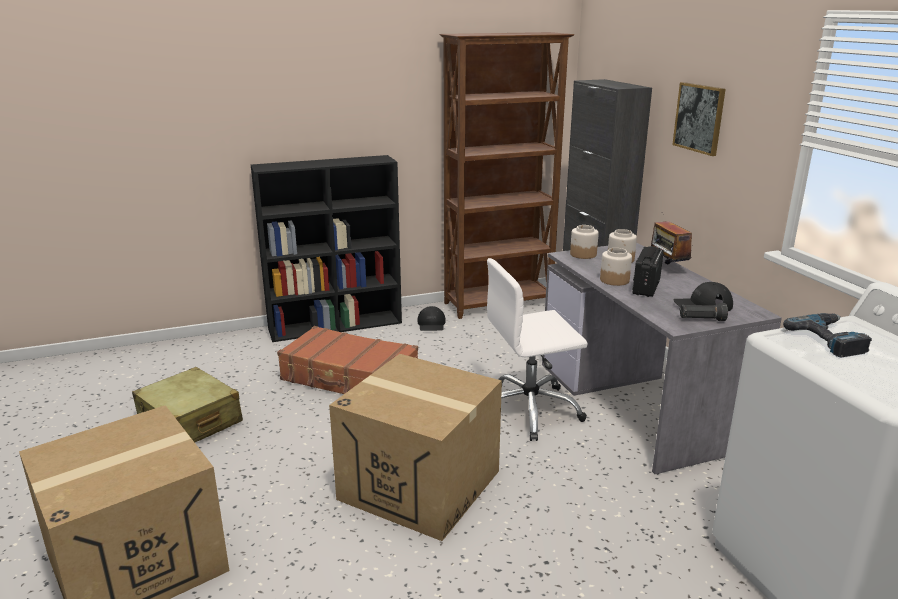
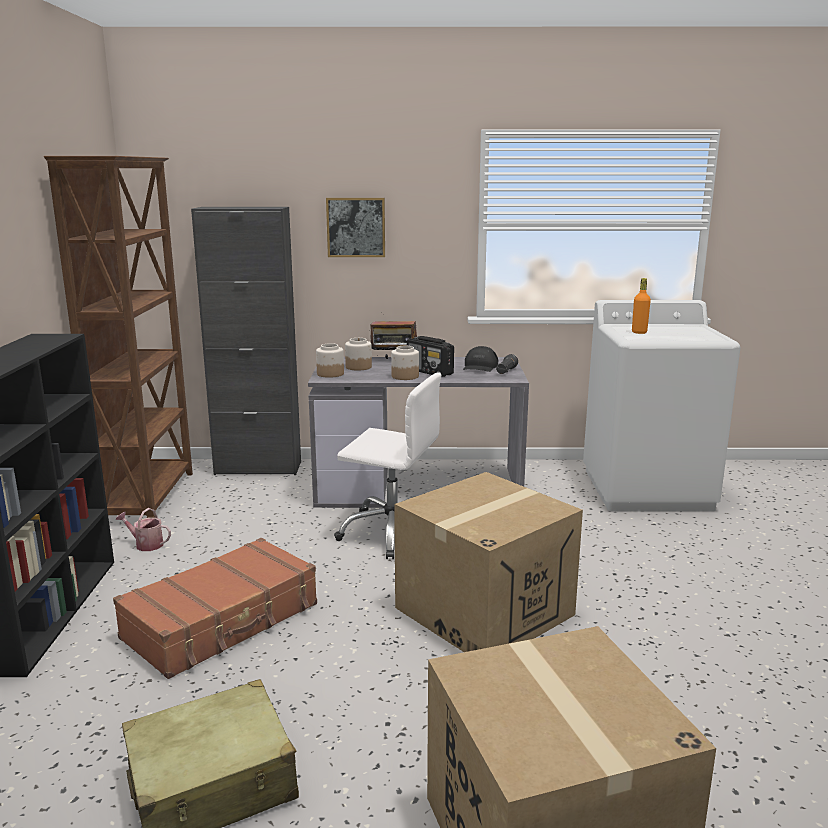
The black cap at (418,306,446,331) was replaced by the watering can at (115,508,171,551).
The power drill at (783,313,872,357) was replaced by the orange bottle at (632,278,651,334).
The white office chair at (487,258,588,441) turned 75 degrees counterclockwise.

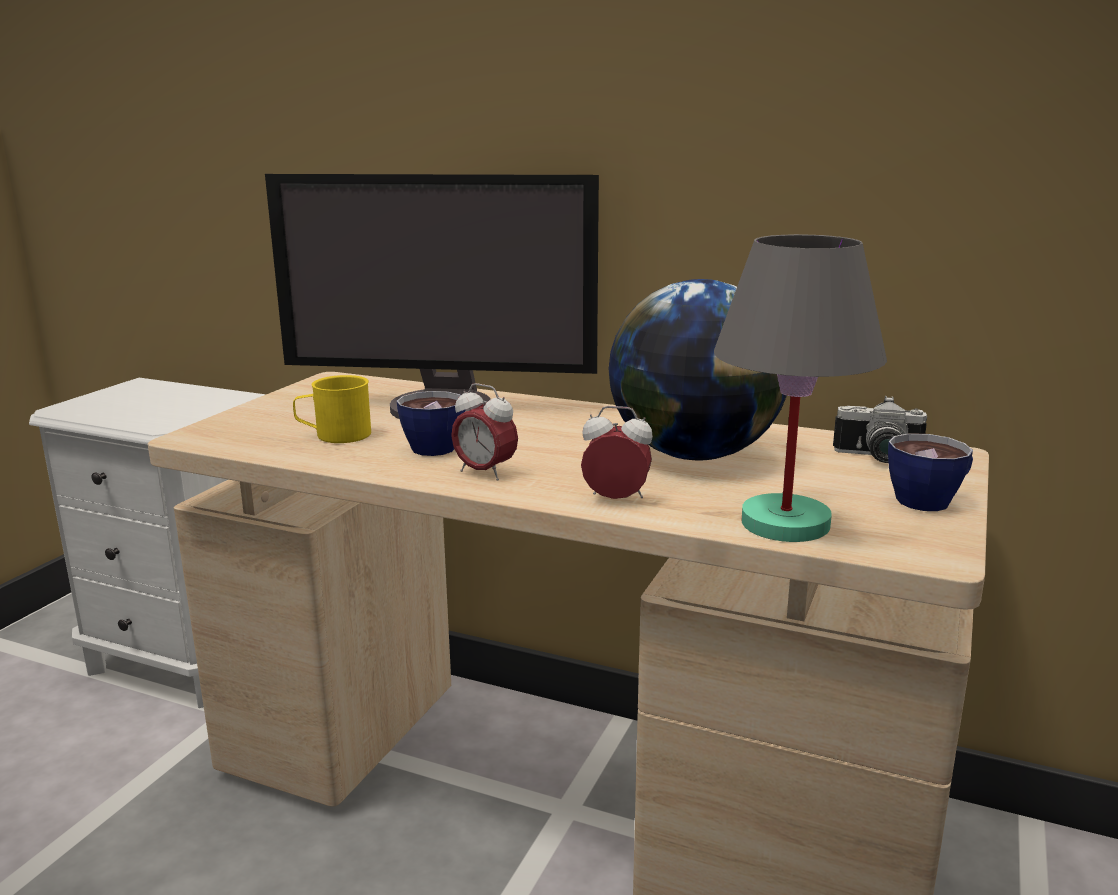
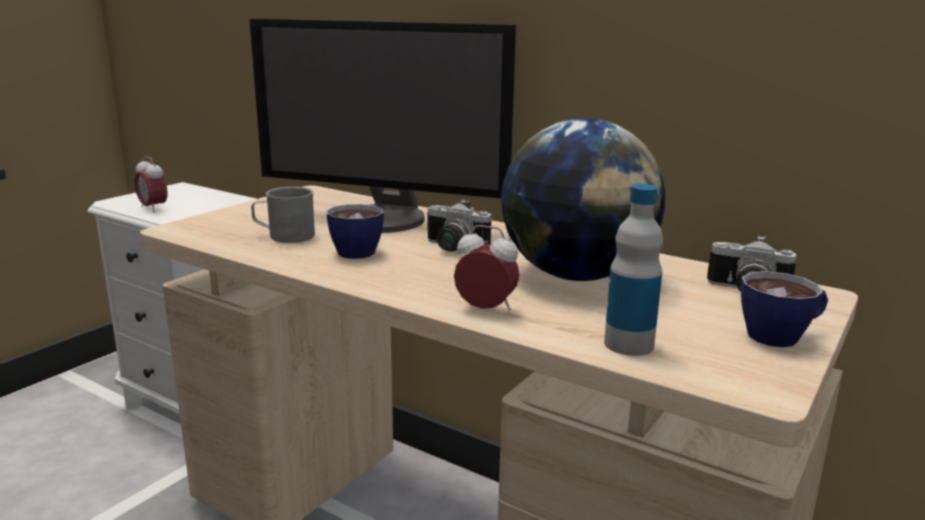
The photo camera at (427,199,492,252) appeared.
The alarm clock moved from (451,383,518,481) to (134,156,168,212).
The grey table lamp at (714,234,887,542) was replaced by the bottle at (604,184,663,356).
The yellow mug at (293,375,371,443) became the grey mug at (251,187,315,243).

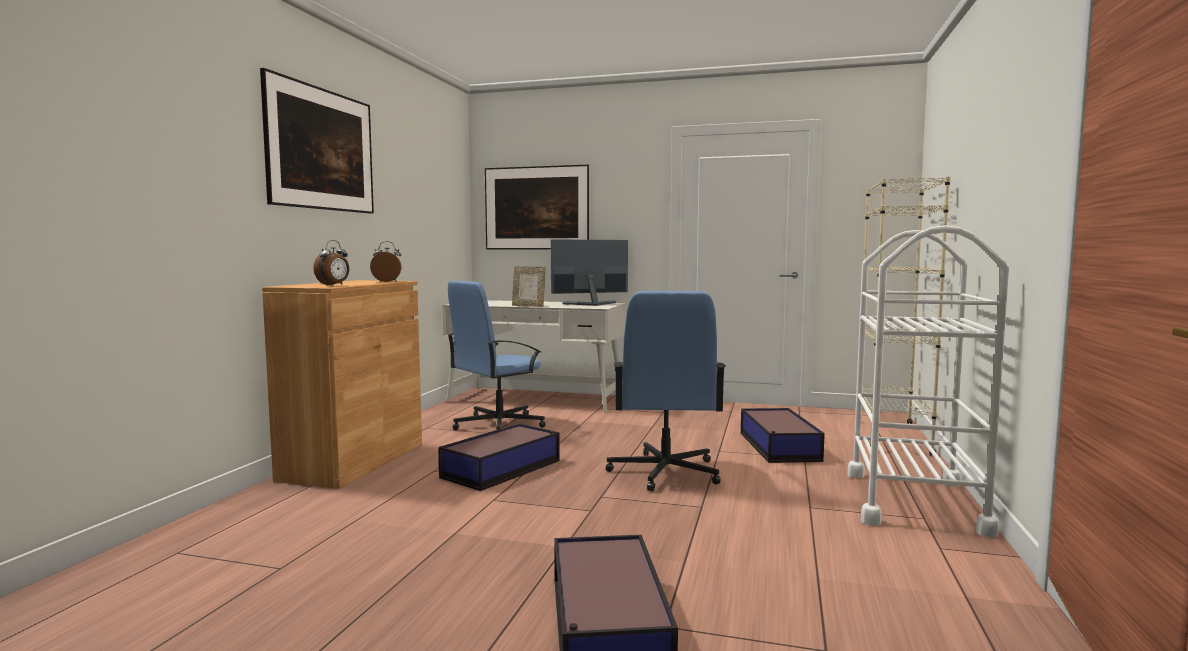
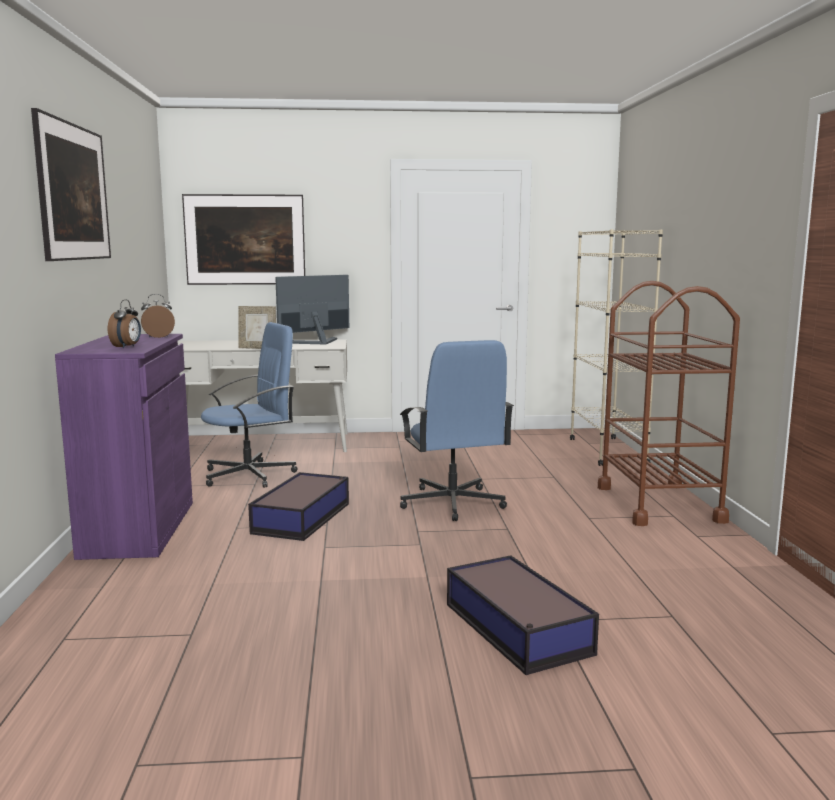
The storage box at (741,408,825,463) disappeared.
The brown cabinet at (262,280,422,489) became the purple cabinet at (55,334,193,560).
The white cart at (847,225,1009,537) became the brown cart at (598,281,740,526).
The blue office chair at (448,281,546,430) turned 150 degrees counterclockwise.

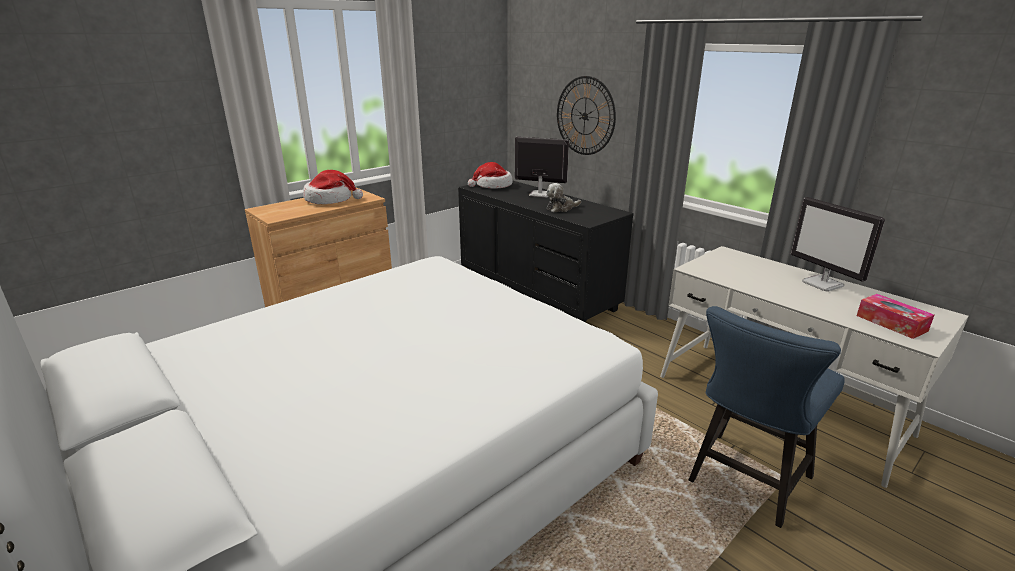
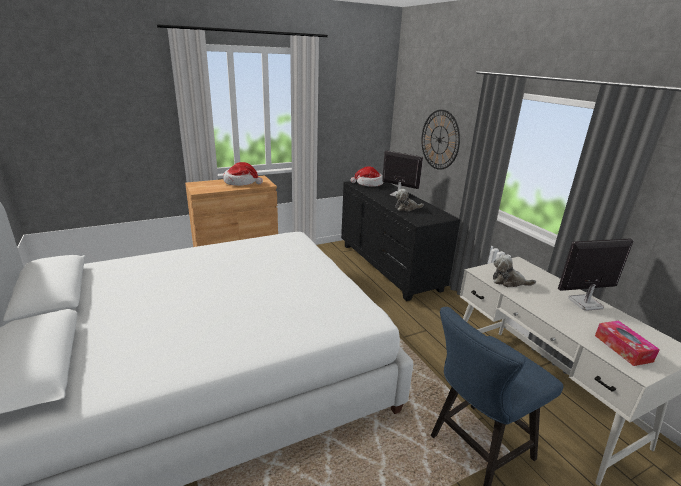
The plush toy at (493,254,536,287) appeared.
The monitor at (791,197,885,292) turned 90 degrees clockwise.

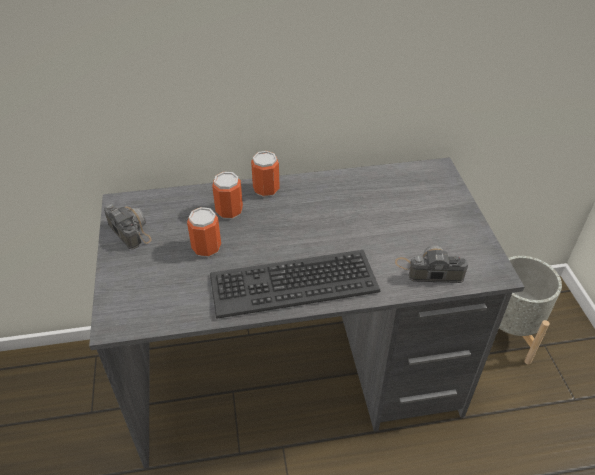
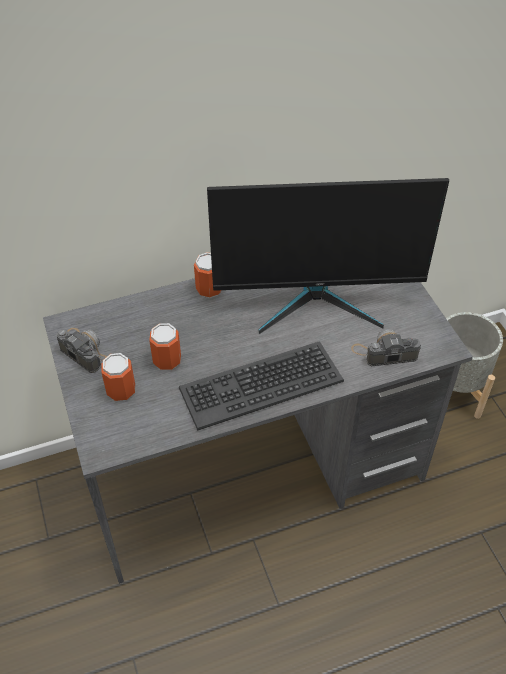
The monitor at (207,178,449,334) appeared.
The can moved from (212,172,243,219) to (101,353,135,401).

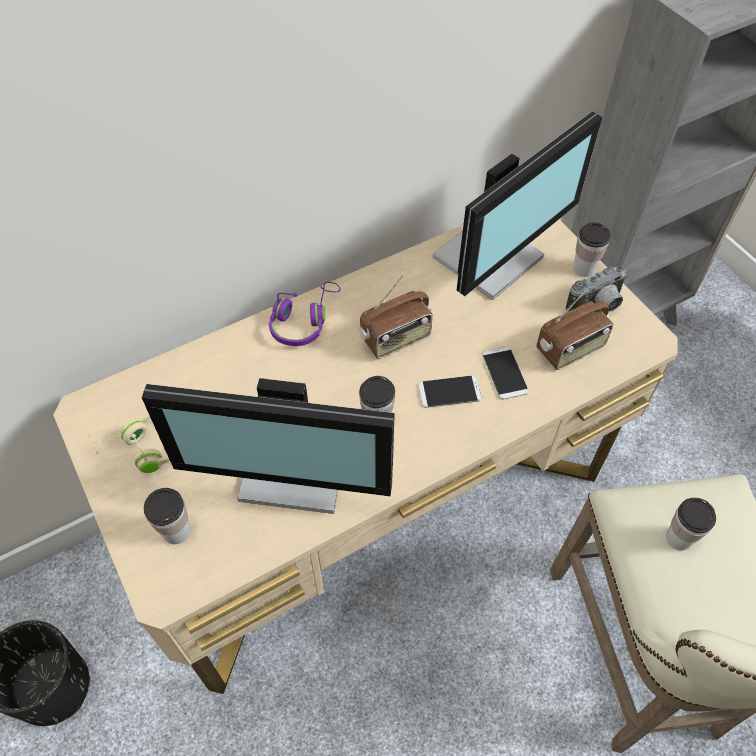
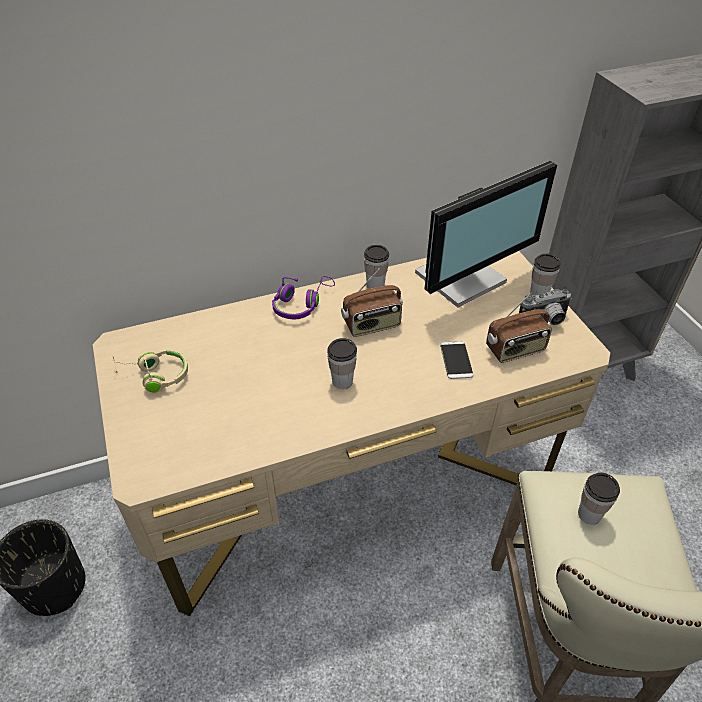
The monitor at (142,378,395,514) disappeared.
The phone at (418,375,482,408) disappeared.
The cup moved from (144,488,190,544) to (364,245,389,289).

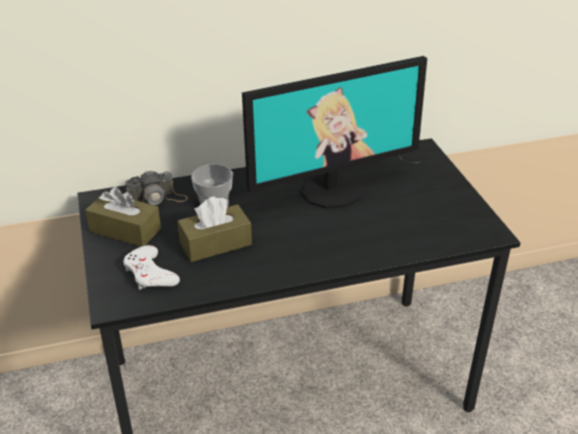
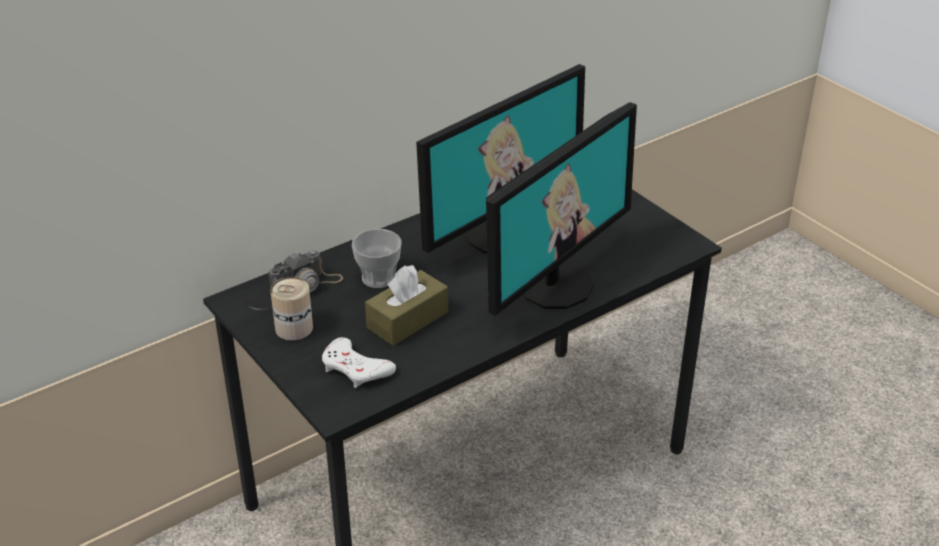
The monitor at (486,102,637,316) appeared.
The brown tissue box at (85,187,161,247) was replaced by the can at (270,277,313,341).

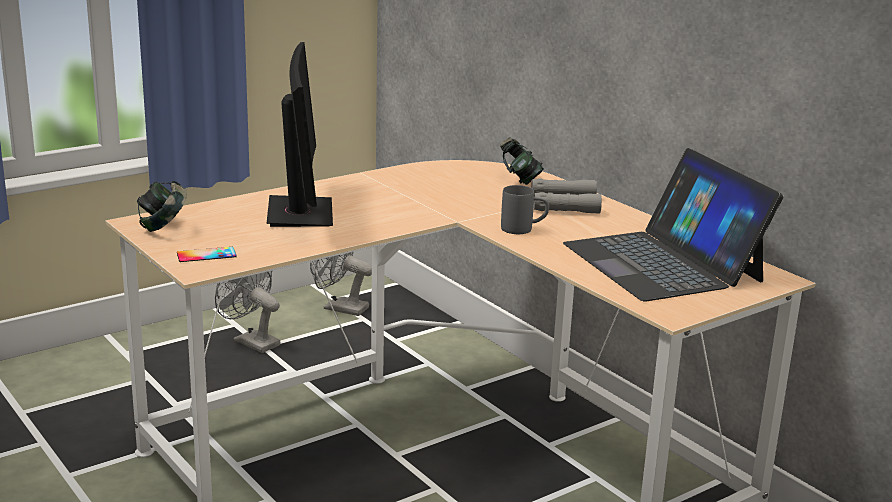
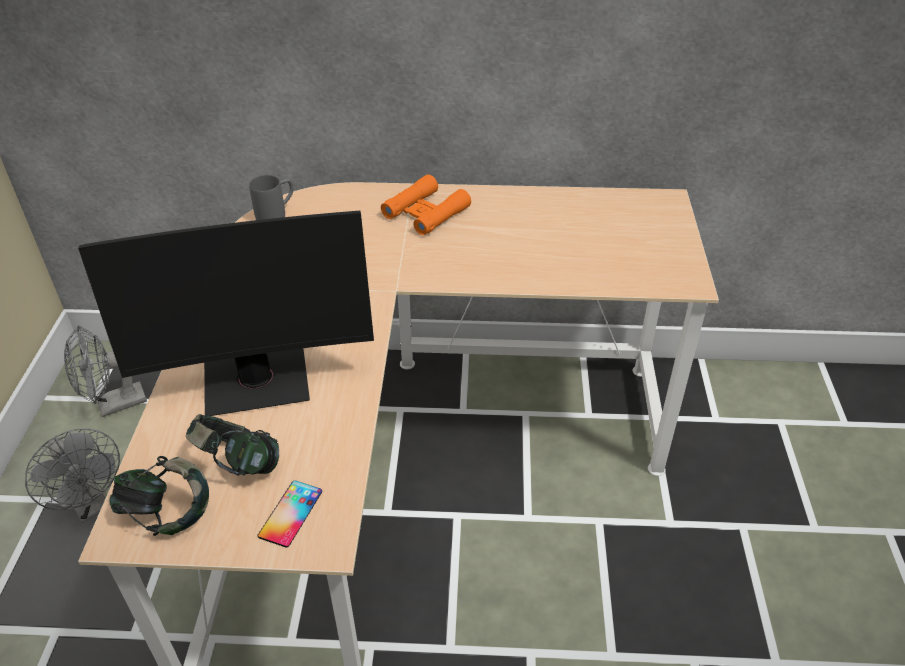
The laptop at (563,148,784,302) disappeared.
The headphones moved from (500,137,544,185) to (186,414,279,476).
The grey mug moved from (501,185,549,234) to (249,175,294,220).
The grey binoculars at (531,178,602,214) became the orange binoculars at (381,174,471,235).
The grey fan at (215,271,280,353) turned 120 degrees counterclockwise.
The monitor at (267,42,333,227) turned 135 degrees clockwise.

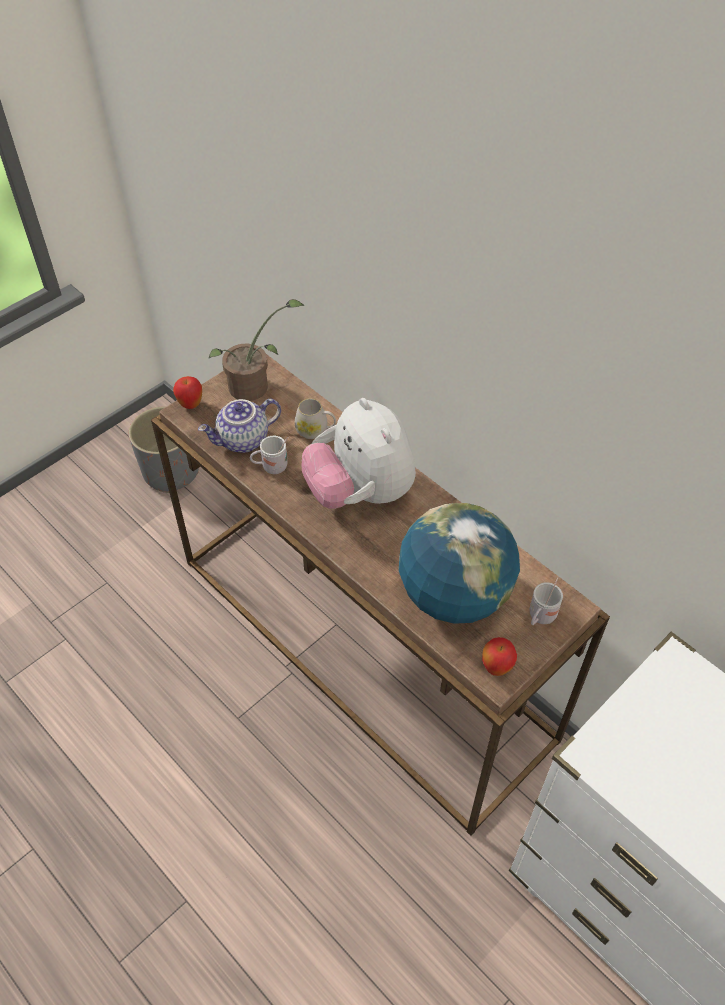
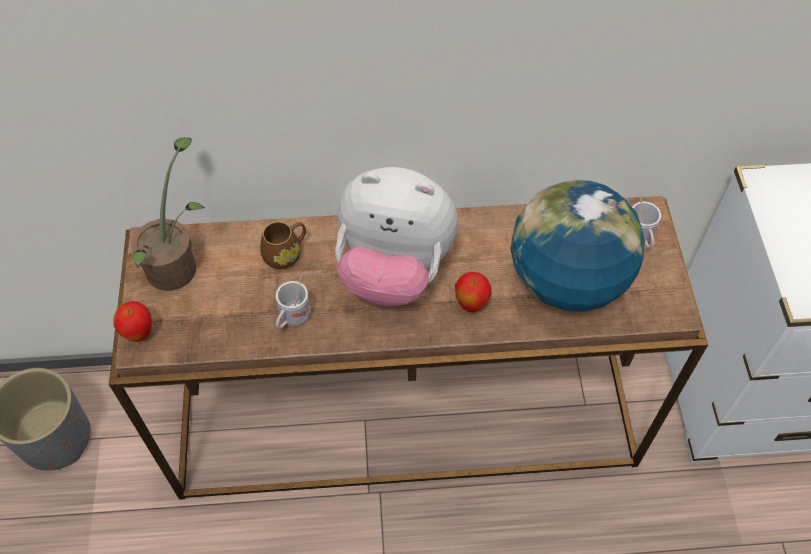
The teapot at (198,399,281,453) disappeared.
The apple moved from (482,637,517,676) to (455,272,492,312).
The white mug at (295,399,336,439) became the brown mug at (260,222,306,269).

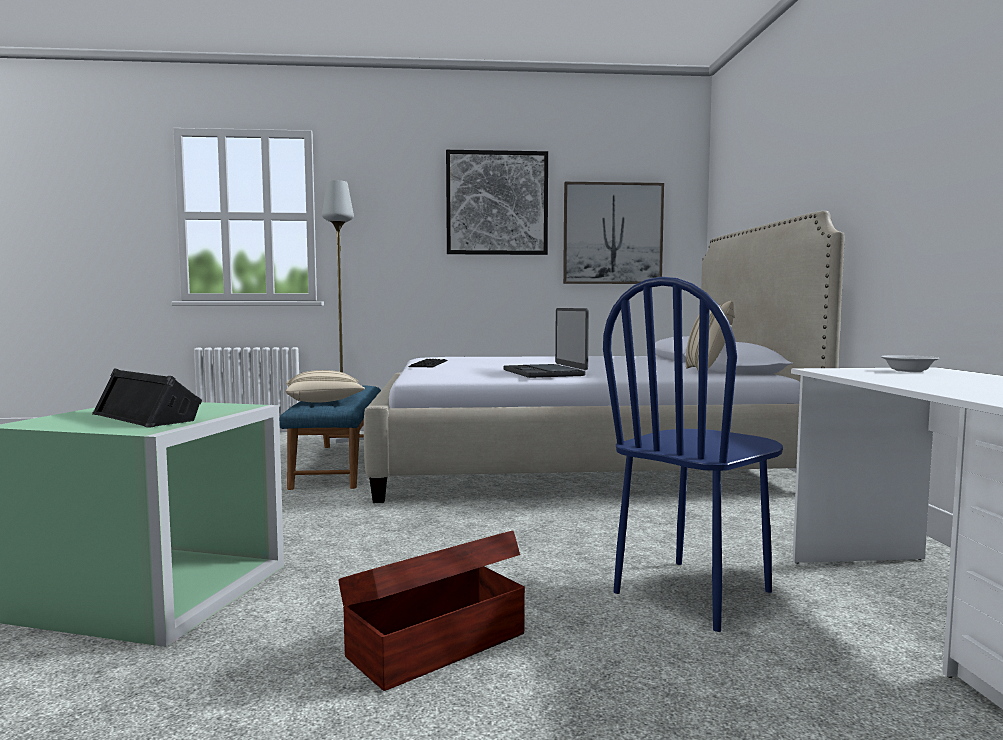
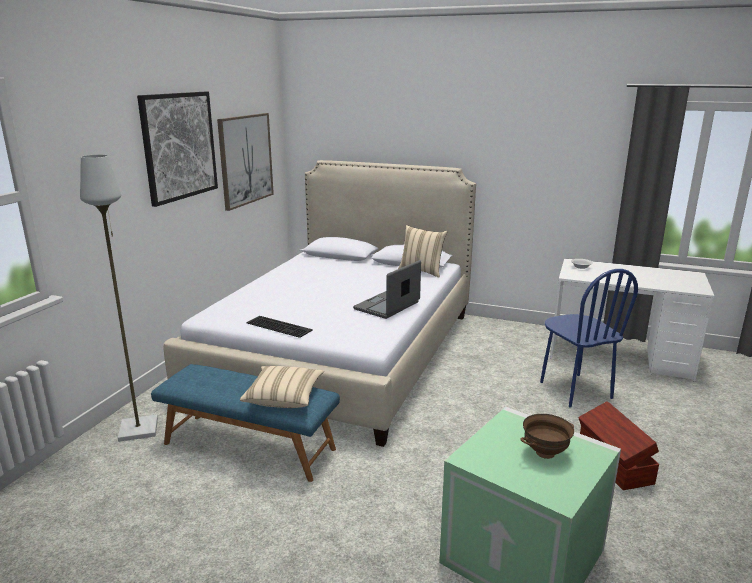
The black speaker at (92,369,202,428) was replaced by the brown bowl at (520,414,574,459).
The laptop at (503,308,589,378) turned 120 degrees clockwise.

